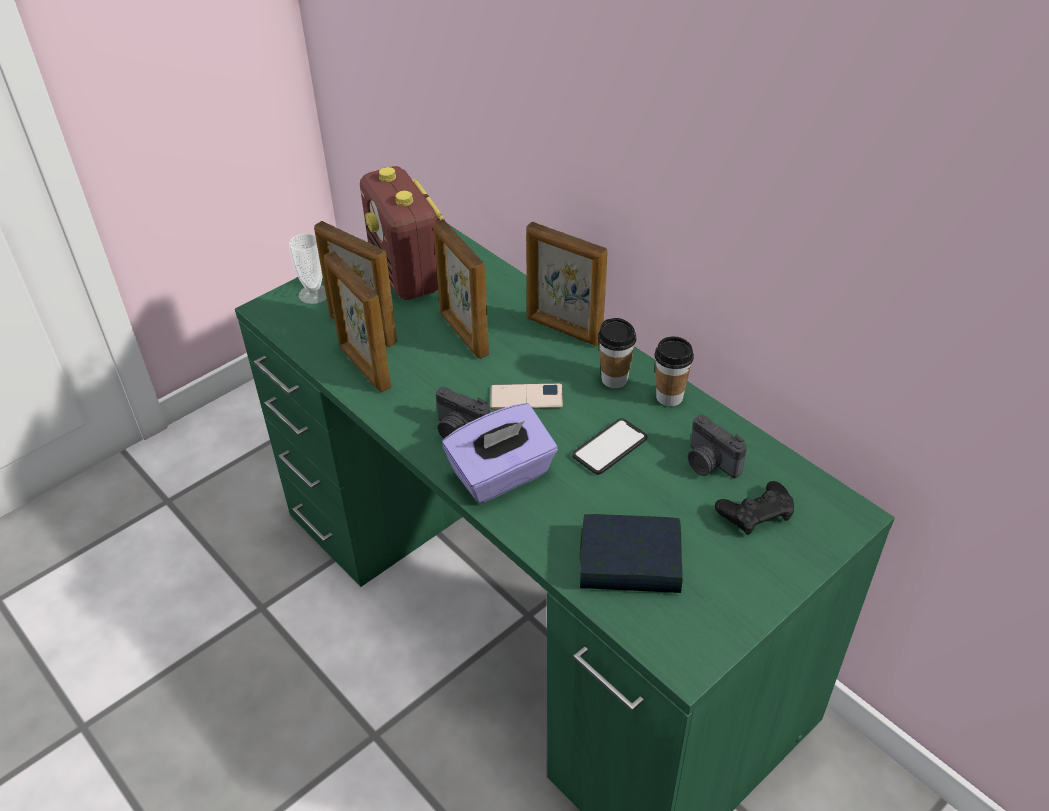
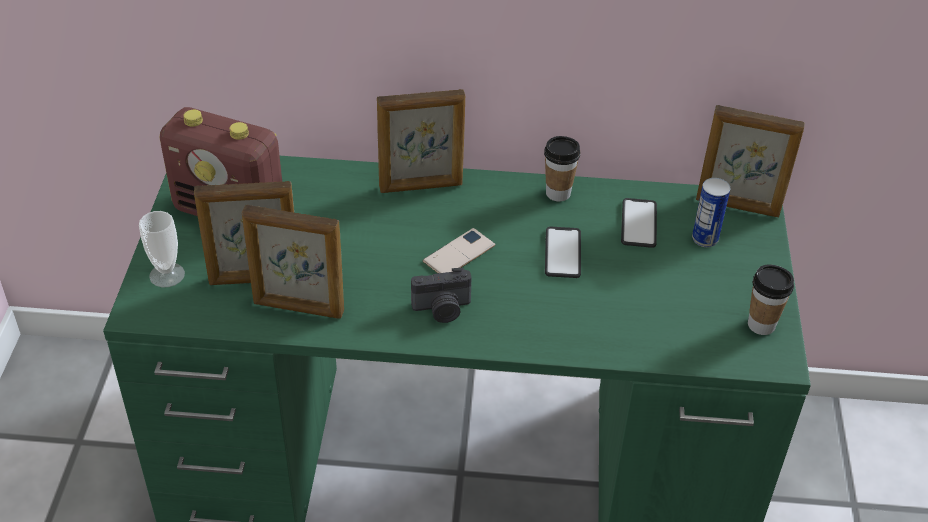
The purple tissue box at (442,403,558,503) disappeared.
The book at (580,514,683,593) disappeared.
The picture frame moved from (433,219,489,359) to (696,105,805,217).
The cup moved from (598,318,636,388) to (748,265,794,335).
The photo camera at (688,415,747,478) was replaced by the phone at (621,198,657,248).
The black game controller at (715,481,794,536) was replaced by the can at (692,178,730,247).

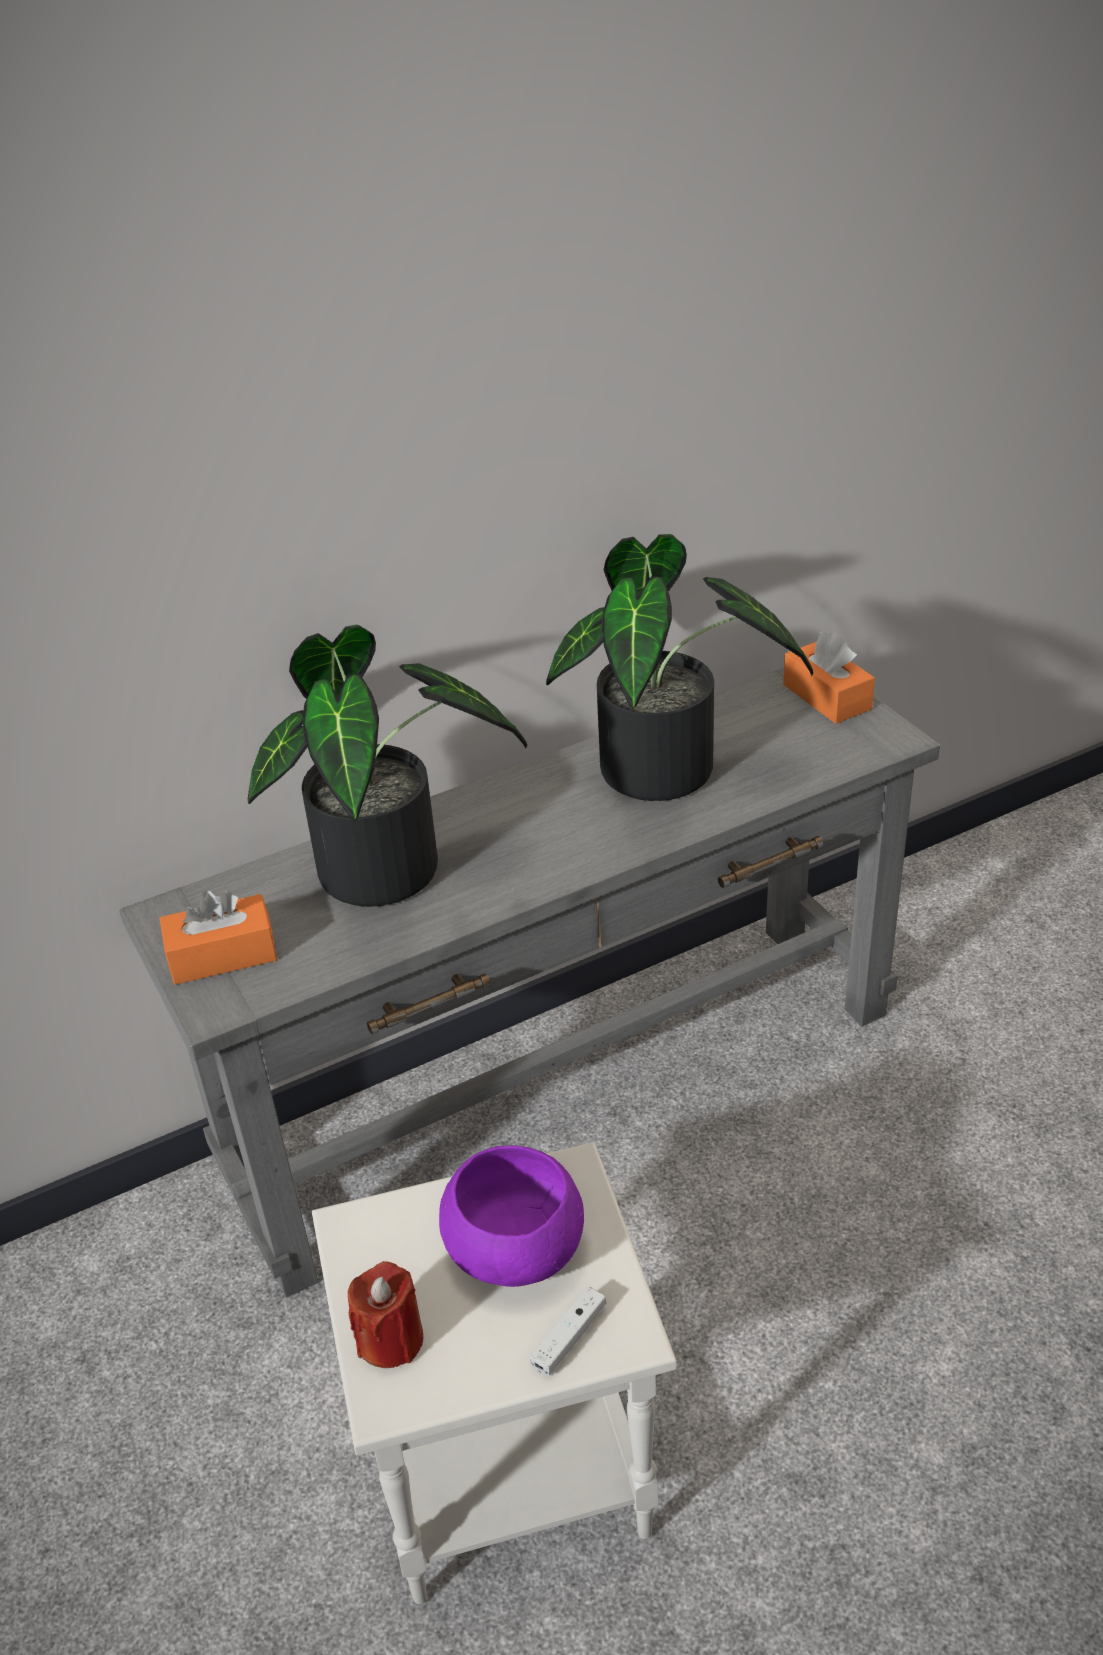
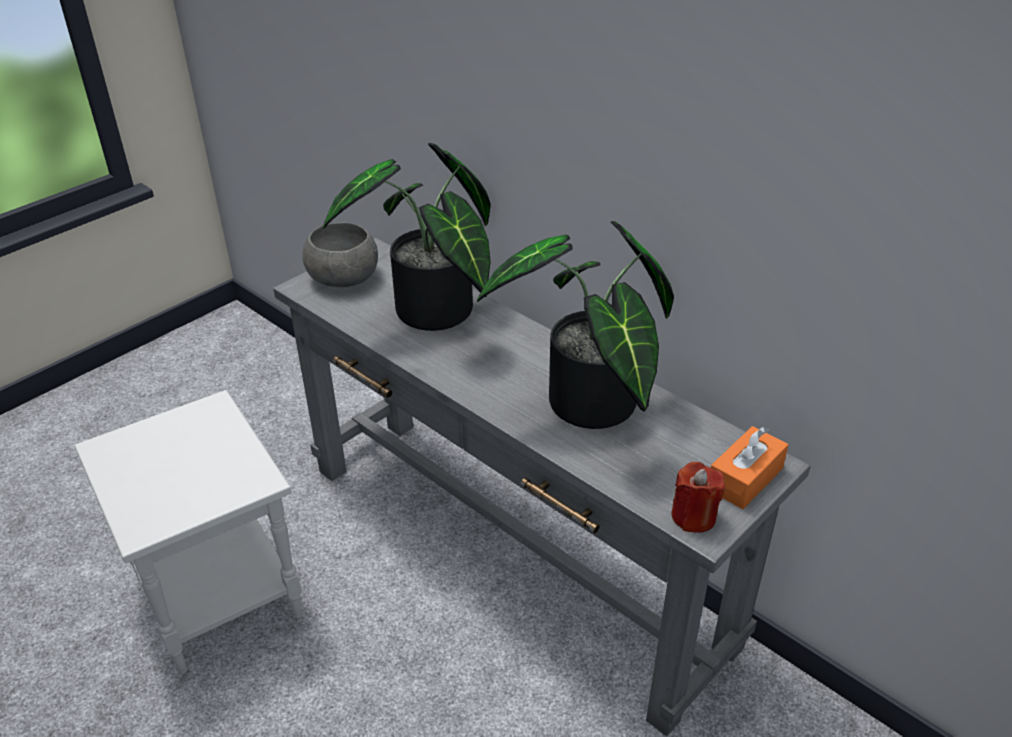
The purple bowl at (439,1145,584,1287) disappeared.
The white game controller at (530,1286,606,1376) disappeared.
The red candle moved from (348,1261,423,1368) to (671,462,725,533).
The orange tissue box at (159,890,277,985) was replaced by the grey bowl at (303,223,378,287).

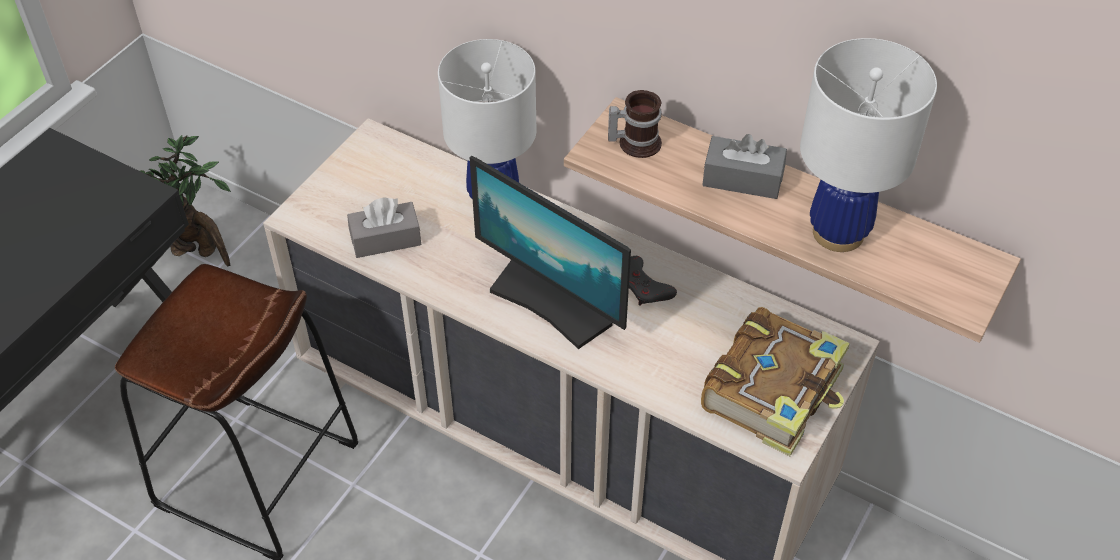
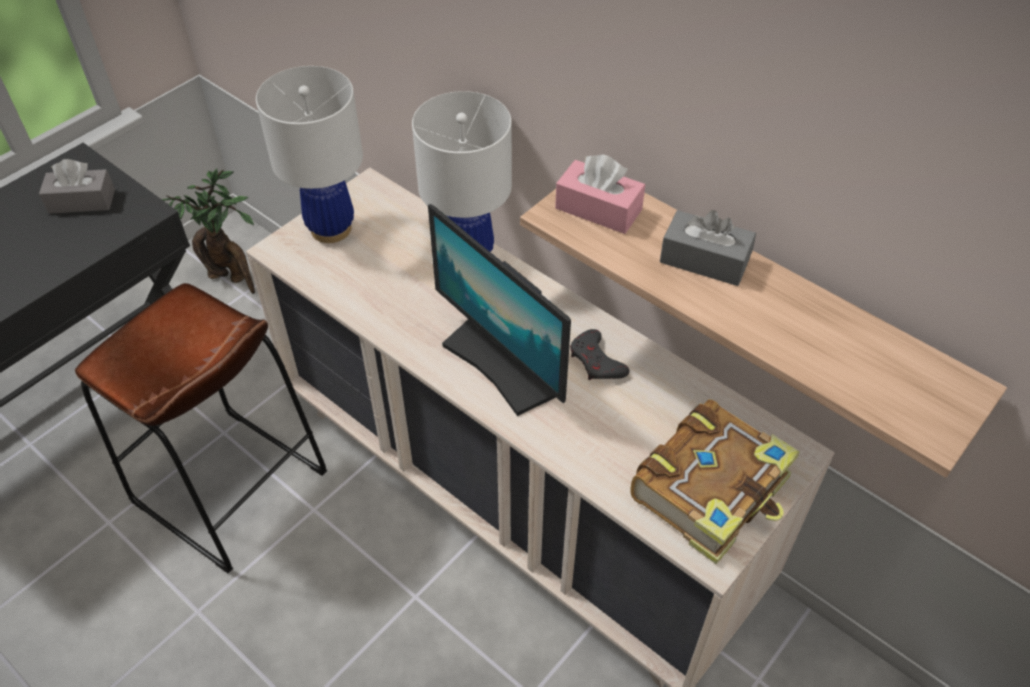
The grey tissue box moved from (347,197,421,258) to (39,159,115,214).
The white table lamp moved from (800,38,937,252) to (256,66,363,243).
The mug at (608,90,662,158) was replaced by the pink tissue box at (555,154,645,234).

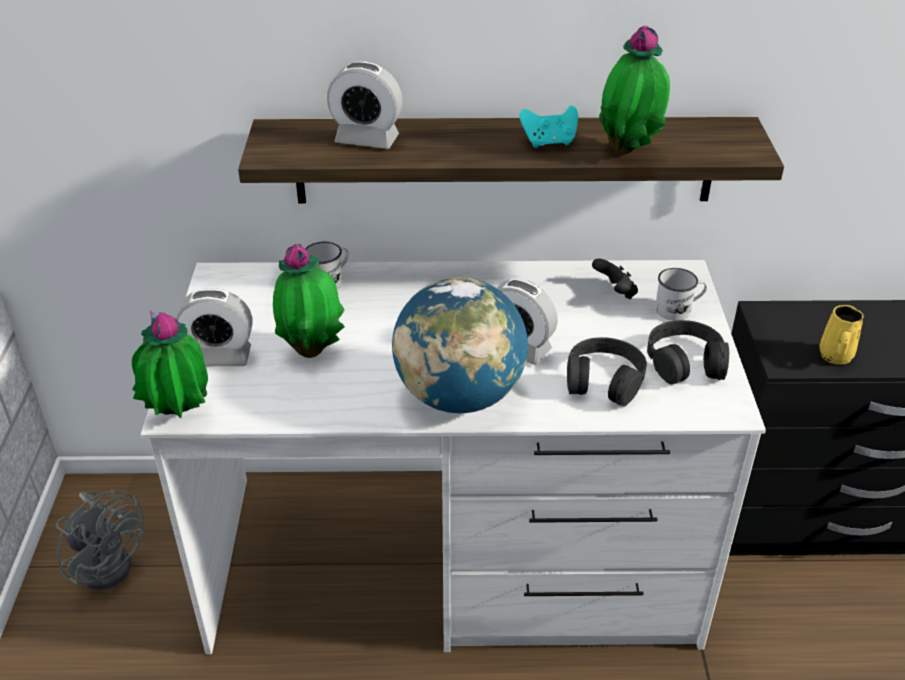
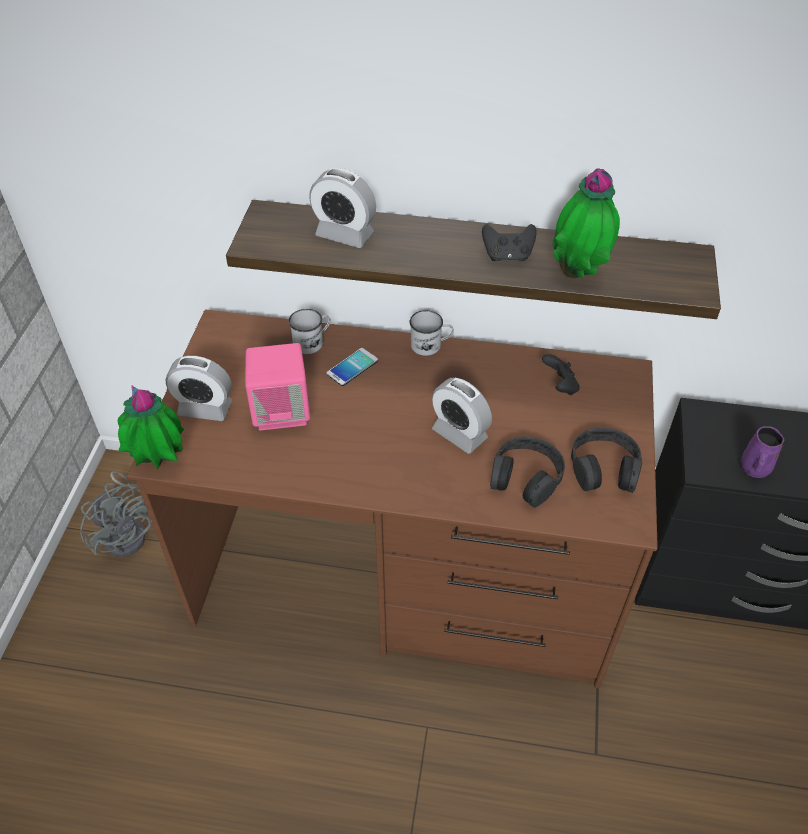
The globe at (392,277,528,413) disappeared.
The phone at (326,348,378,386) appeared.
The white mug moved from (655,268,707,321) to (410,310,454,356).
The potted plant at (273,244,345,358) was replaced by the pink speaker at (245,343,310,431).
The white desk at (141,260,766,654) became the brown desk at (127,310,658,689).
The turquoise game controller at (520,106,578,148) became the black game controller at (482,224,537,261).
The yellow mug at (820,305,864,365) became the purple mug at (741,426,784,478).

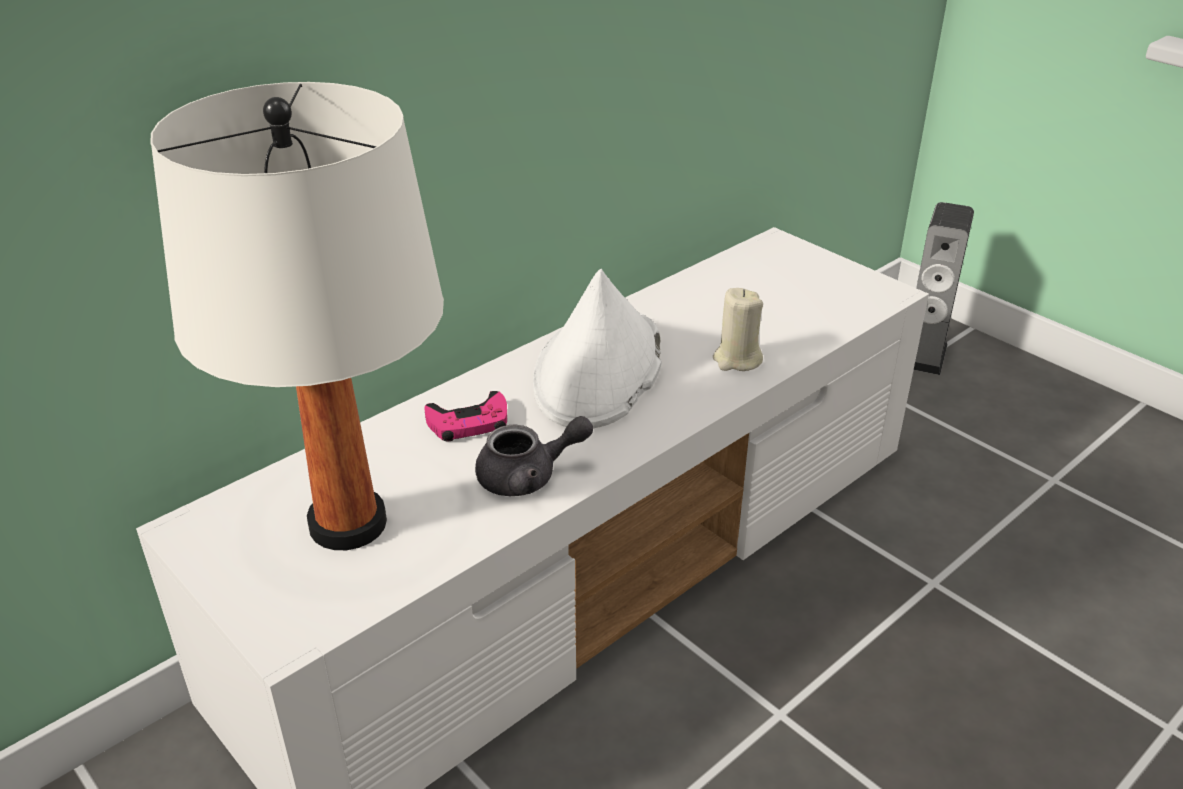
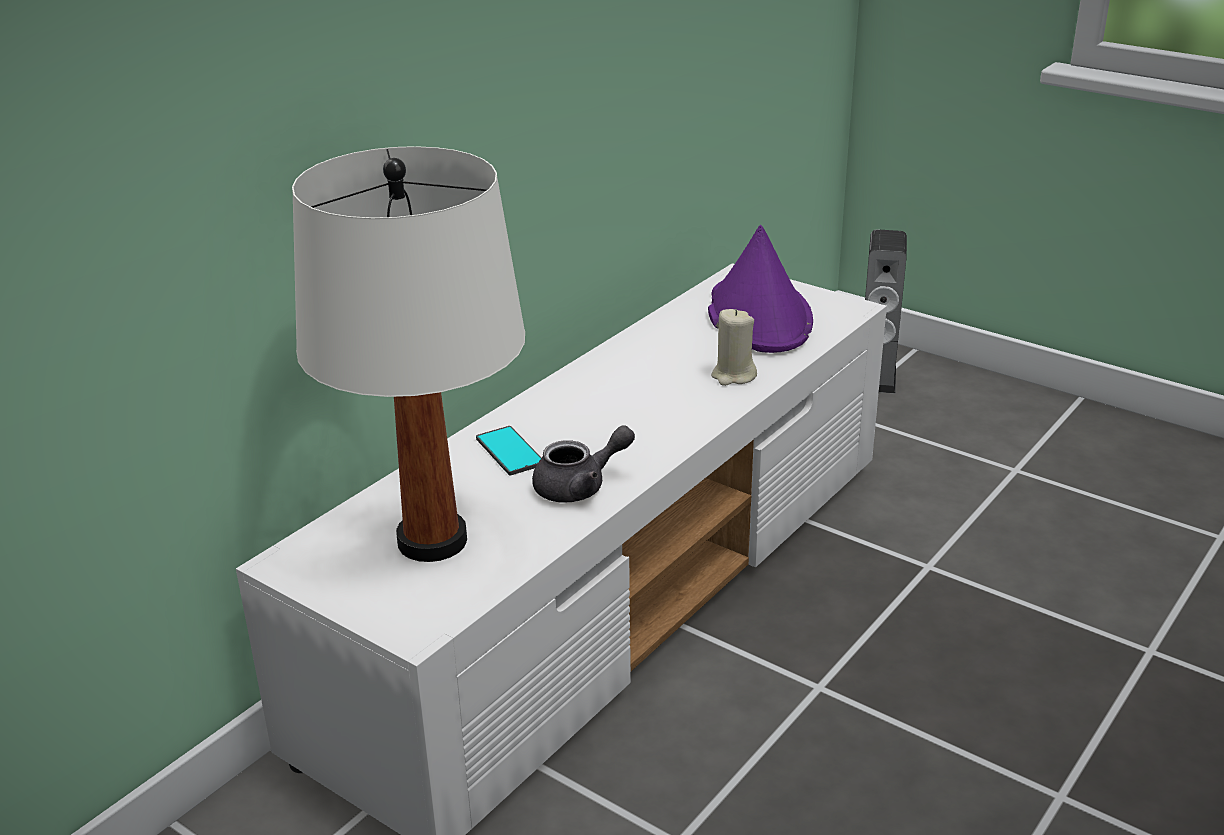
The white hat at (533,269,662,428) disappeared.
The purple hat at (708,225,813,353) appeared.
The pink game controller at (424,391,507,441) was replaced by the phone at (476,426,542,475).

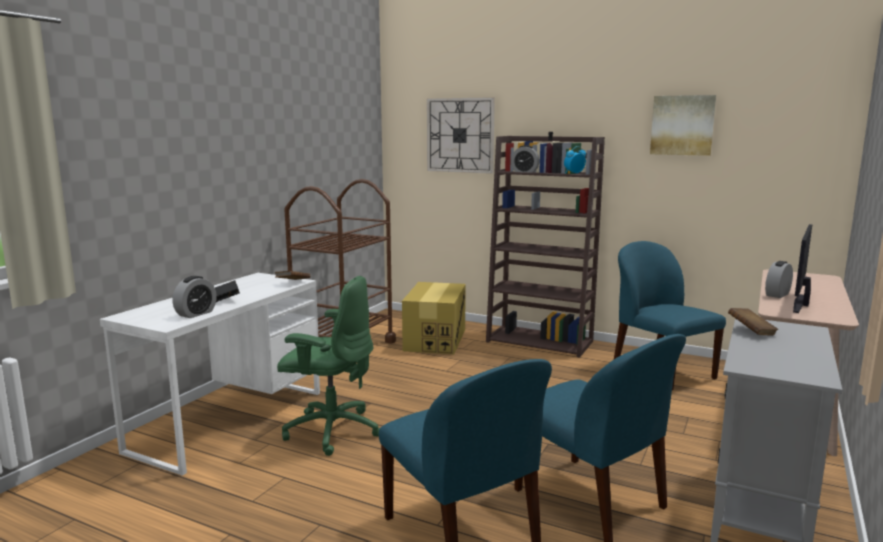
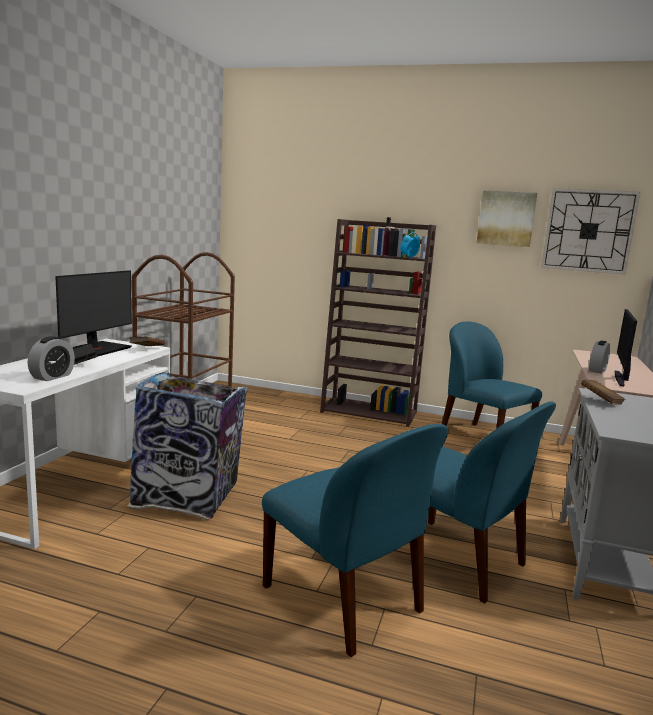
The cardboard box at (402,282,466,354) disappeared.
The alarm clock at (511,145,540,173) disappeared.
The monitor at (55,270,132,357) appeared.
The wall clock moved from (427,97,495,174) to (541,188,640,275).
The green office chair at (277,276,380,456) was replaced by the trash can at (128,372,248,520).

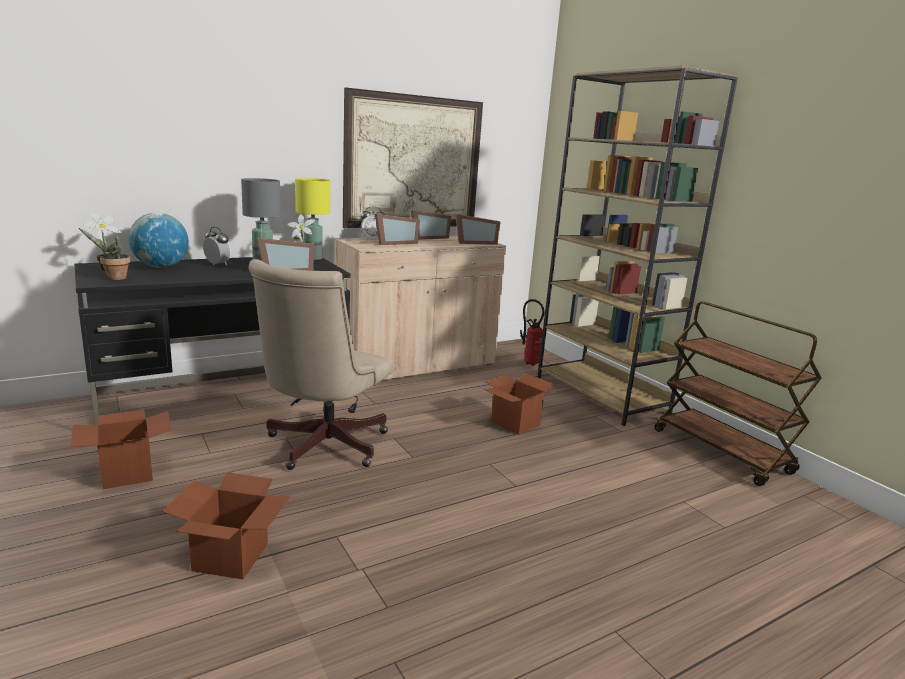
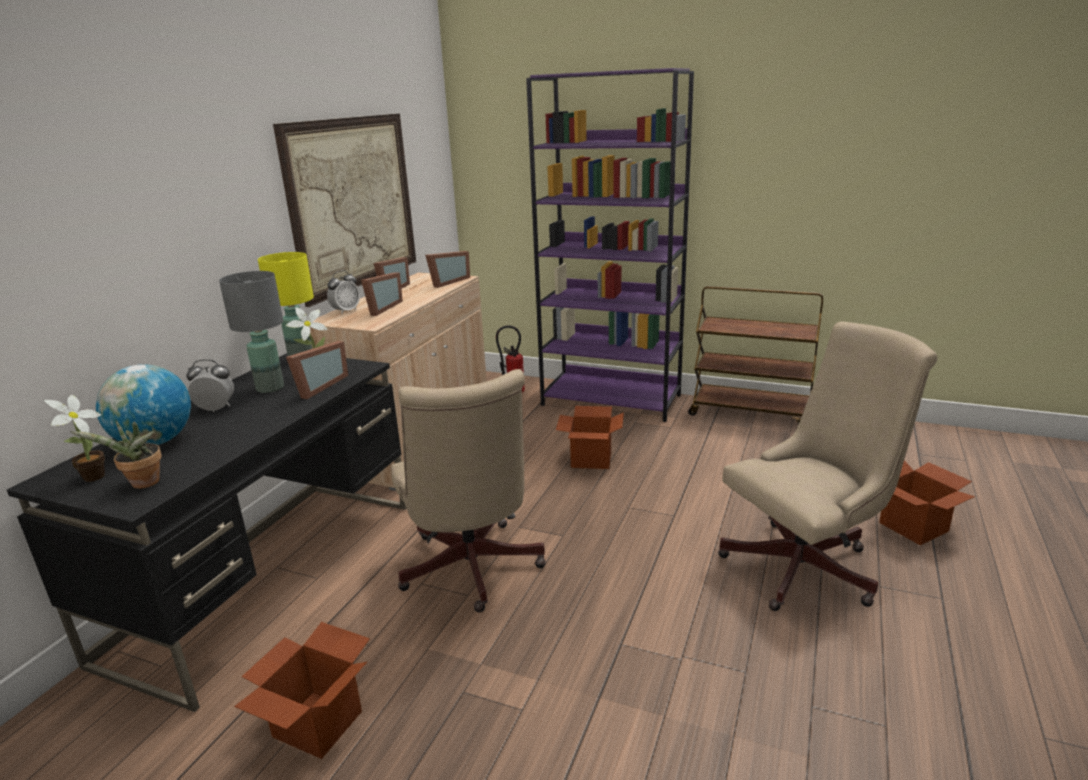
The beige office chair at (718,322,937,611) appeared.
The cardboard box moved from (162,472,290,579) to (879,460,975,545).
The brown bookcase at (537,65,738,426) became the purple bookcase at (526,68,694,422).

